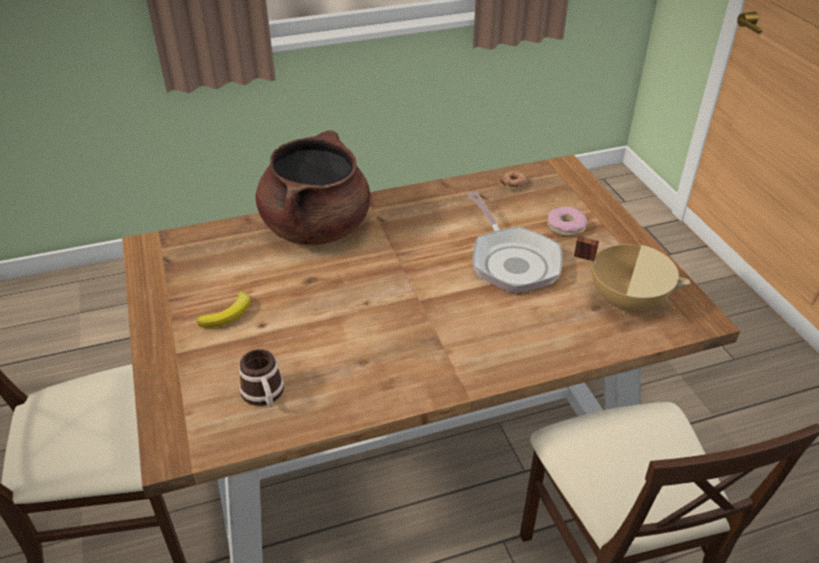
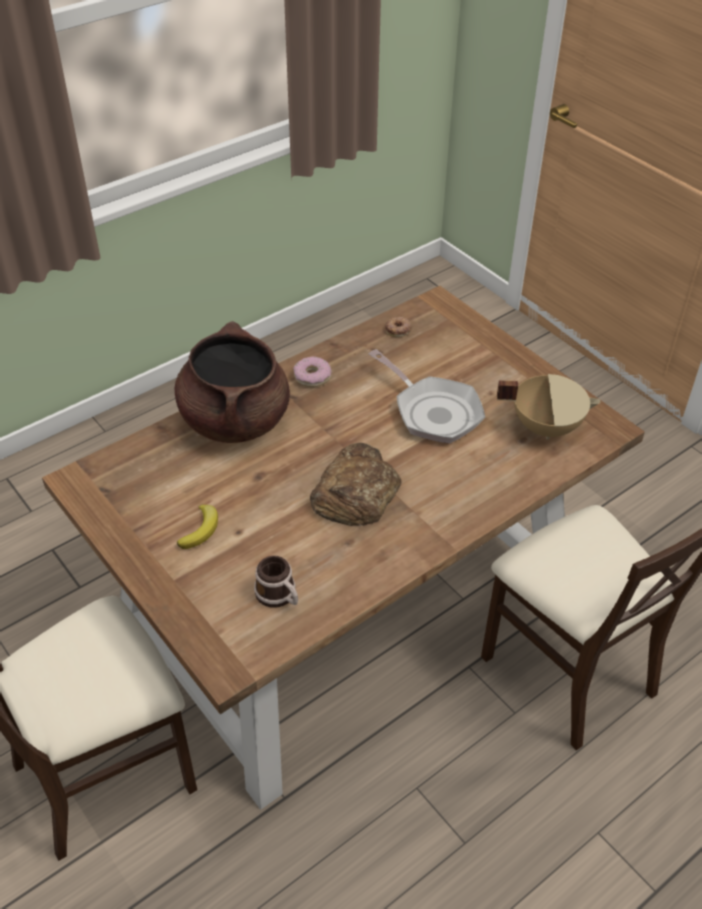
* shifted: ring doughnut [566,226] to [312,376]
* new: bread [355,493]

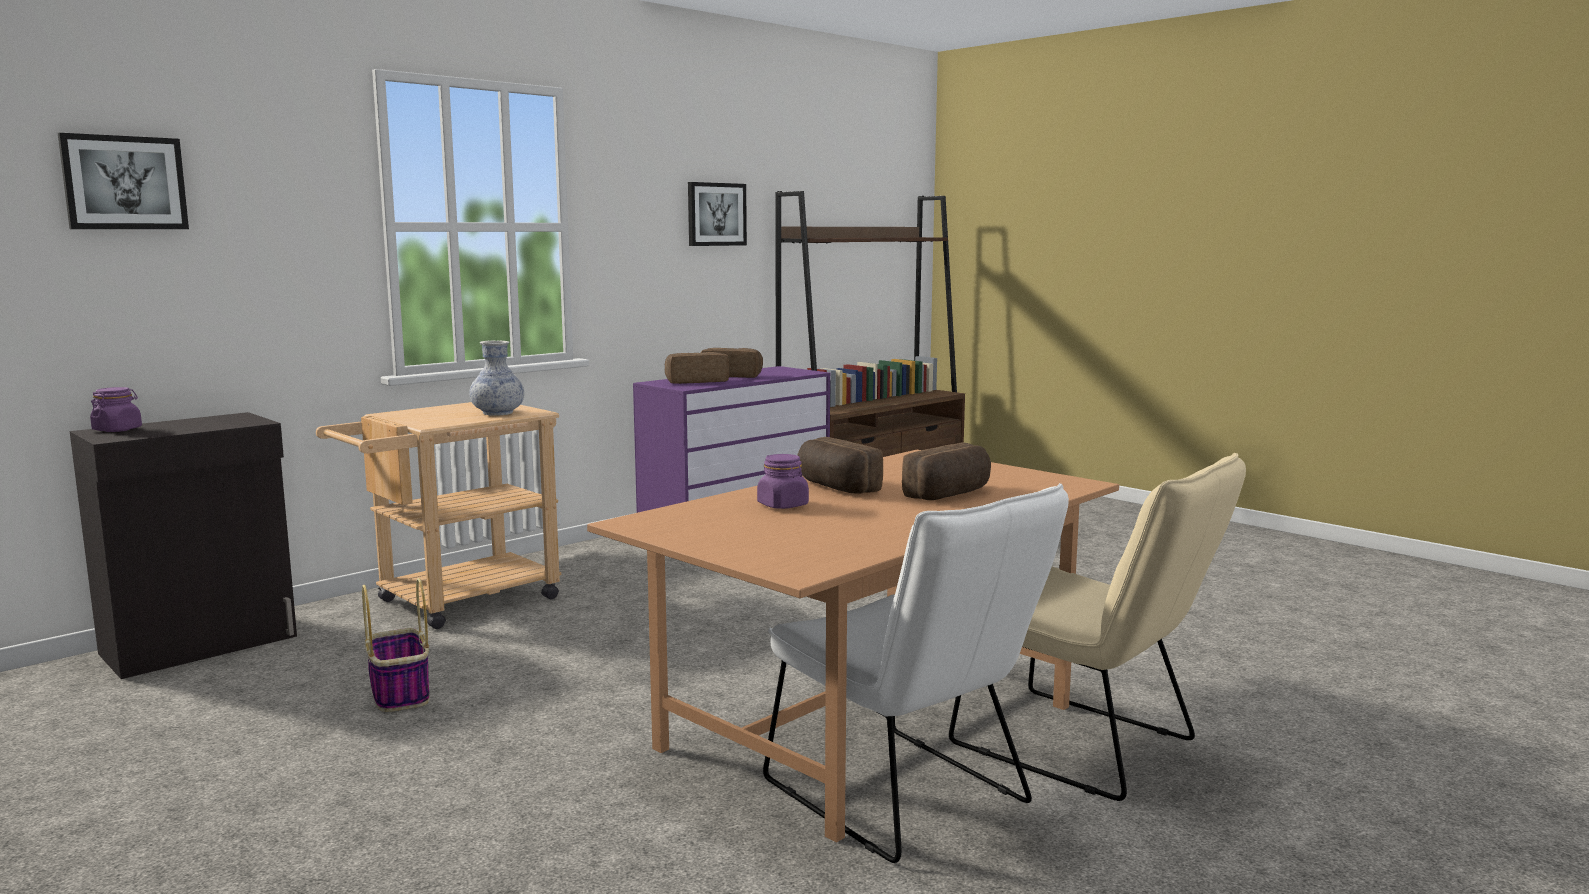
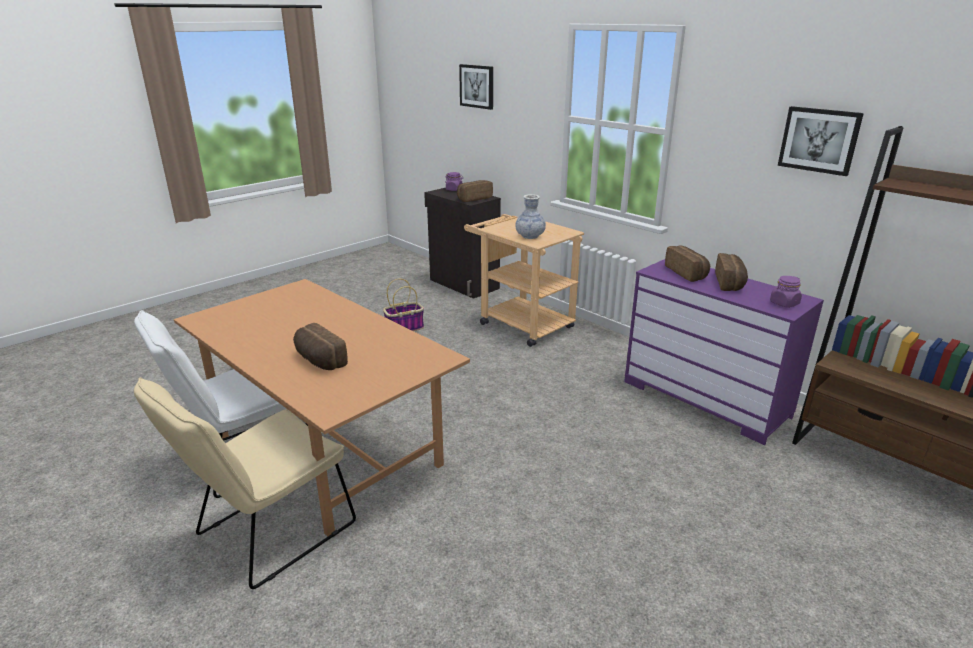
* shifted: bread [835,487] to [473,198]
* shifted: preserve jar in purplish [783,505] to [784,303]

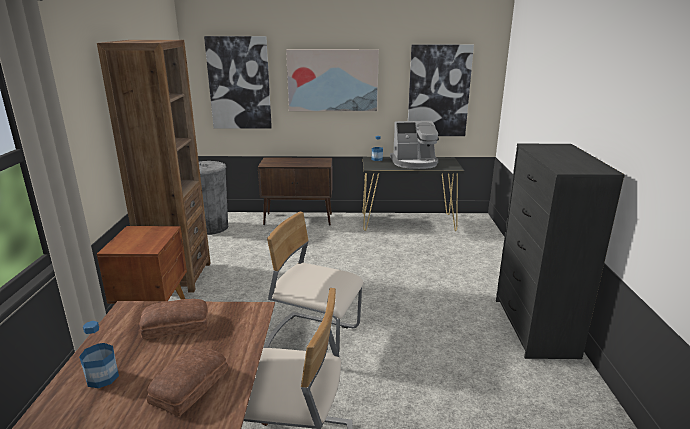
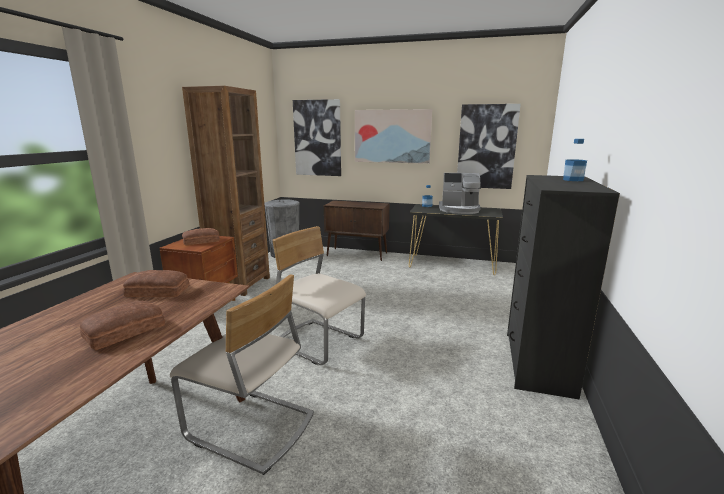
* shifted: bottle [102,377] to [573,180]
* new: bread [201,241]

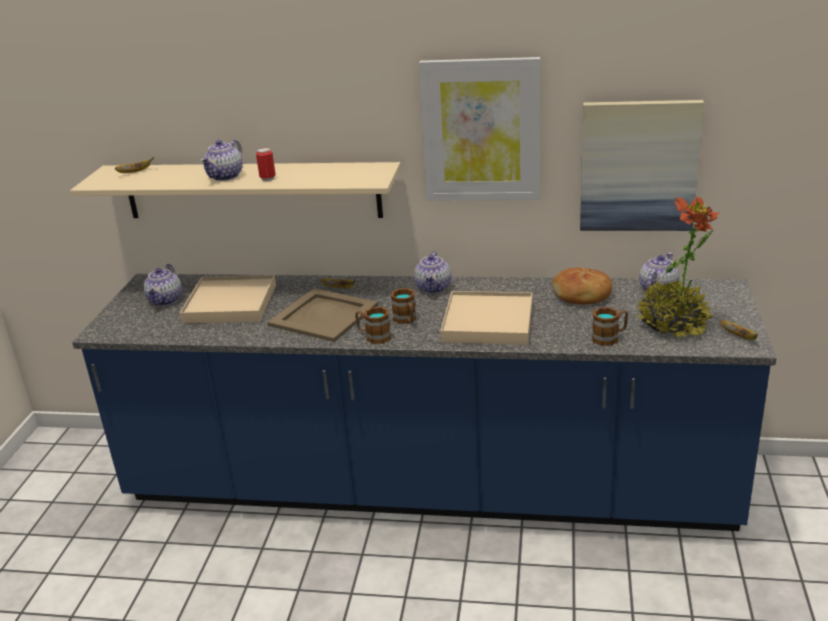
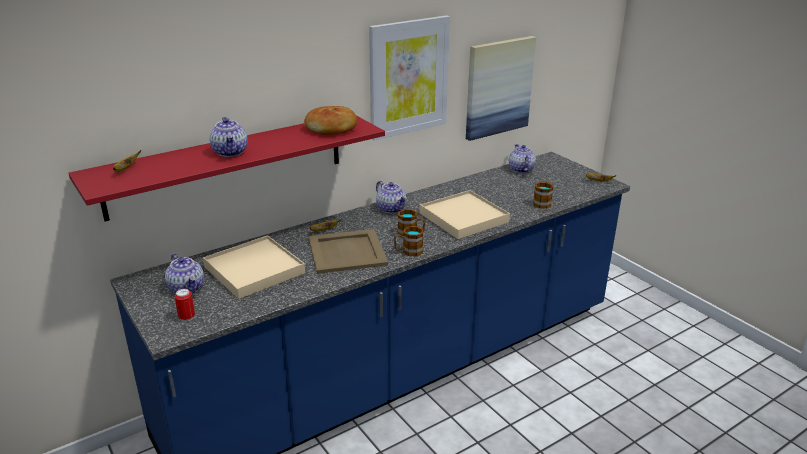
* shifted: sealed can [268,179] to [187,317]
* repainted: wall shelf in beige [251,190] to wall shelf in red-coloured [228,164]
* gone: houseplant [673,324]
* shifted: bread [582,295] to [332,129]

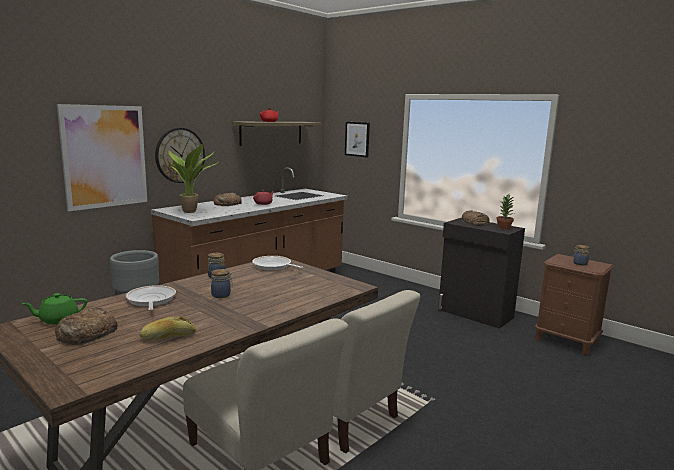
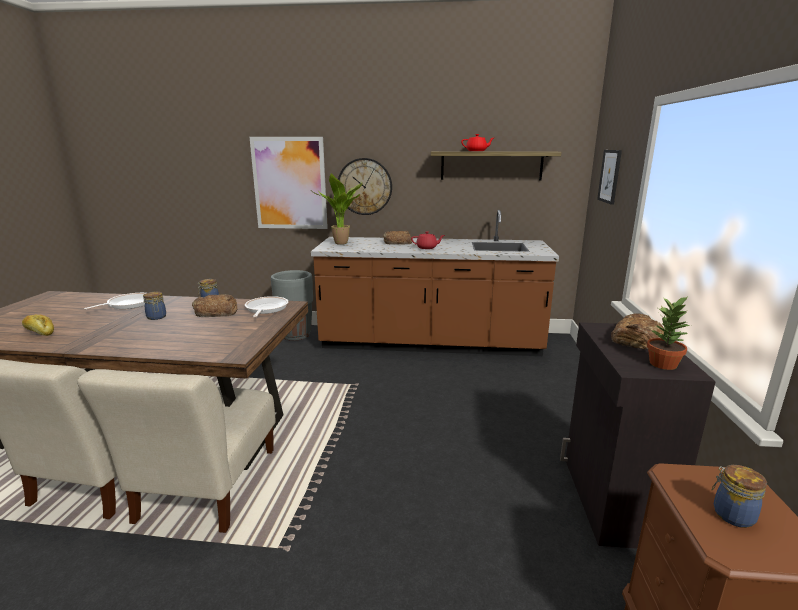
* gone: teapot in greenish [58,319]
* shifted: bread [86,333] to [216,311]

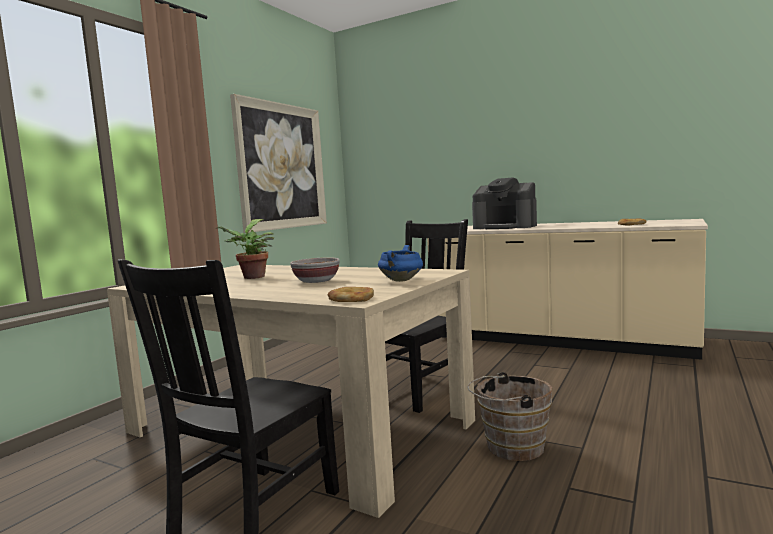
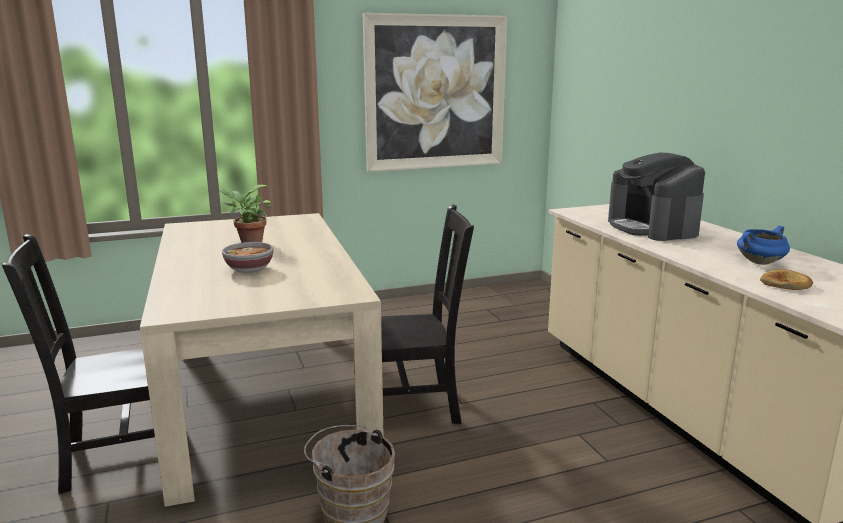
* shifted: saucepot in blue-coloured [401,280] to [760,263]
* gone: bread [351,299]

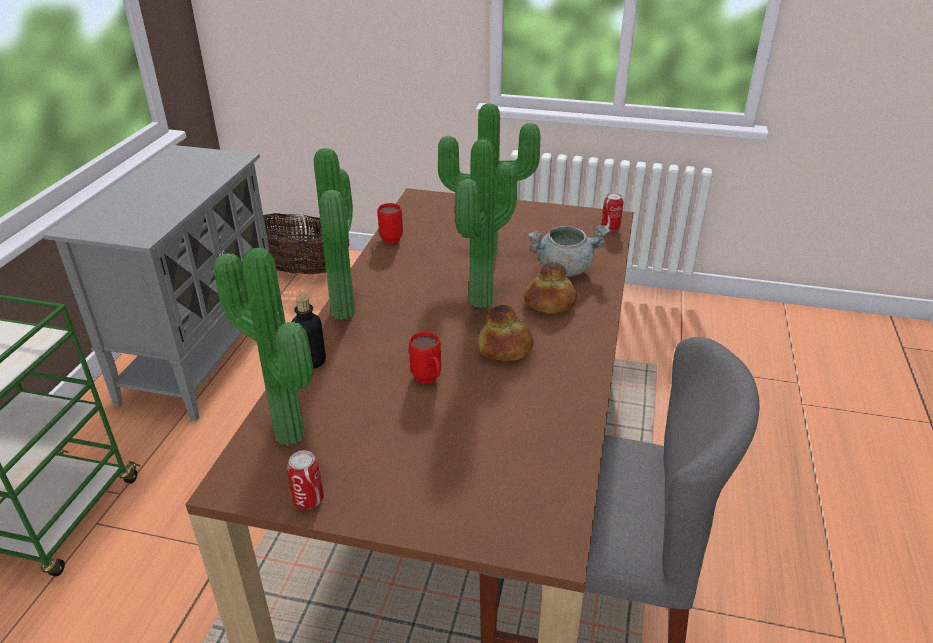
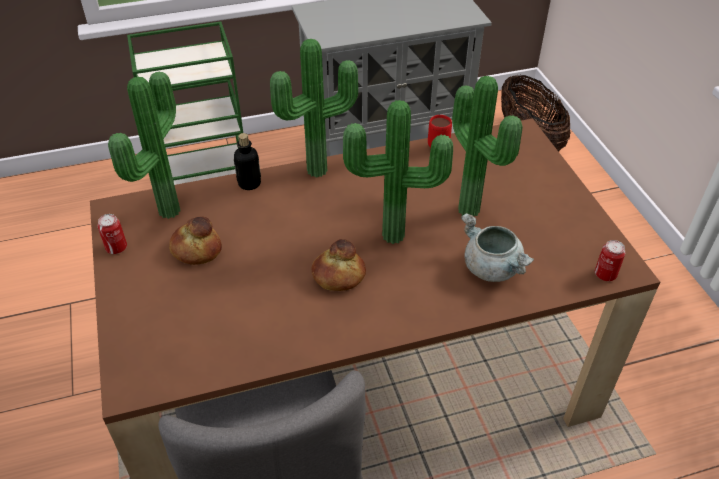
* shifted: bread [549,302] to [197,249]
* gone: coffee mug in red-coloured [429,381]

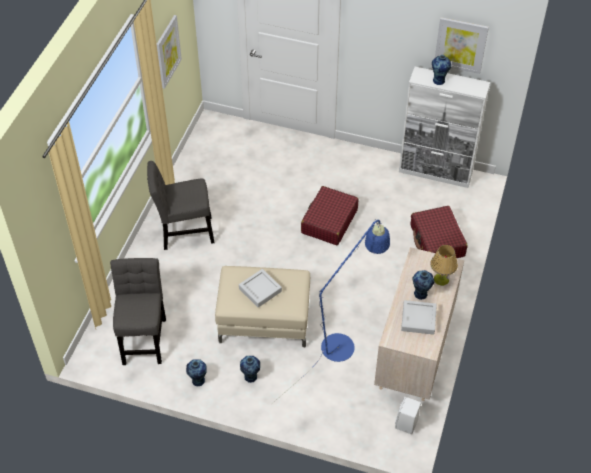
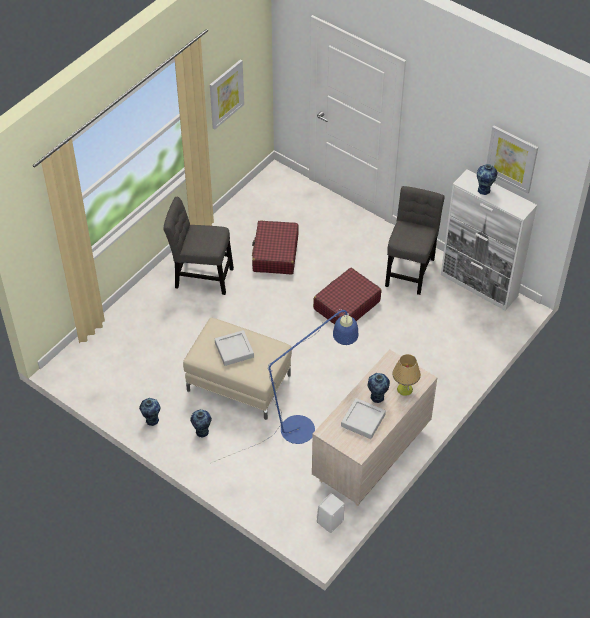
* shifted: travel case in red-coloured [437,241] to [275,254]
* shifted: chair in gray [144,338] to [410,269]

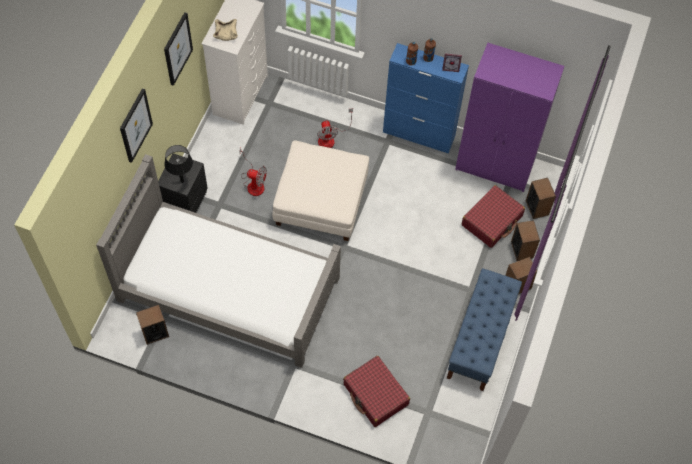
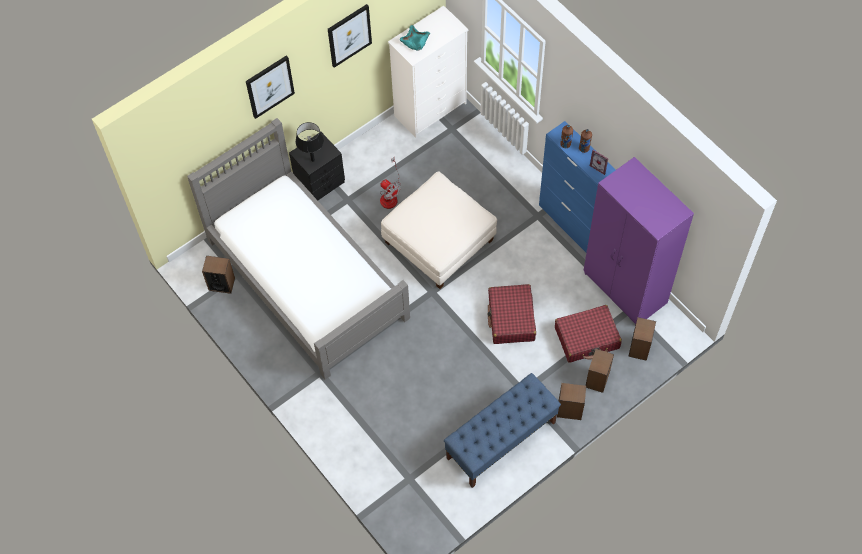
* repainted: serving bowl in beige [226,33] to serving bowl in turquoise [415,42]
* gone: fan [330,138]
* shifted: travel case in red-coloured [375,395] to [511,319]

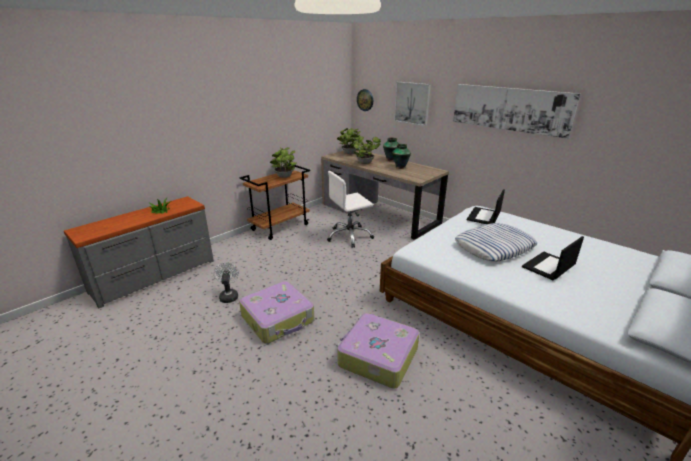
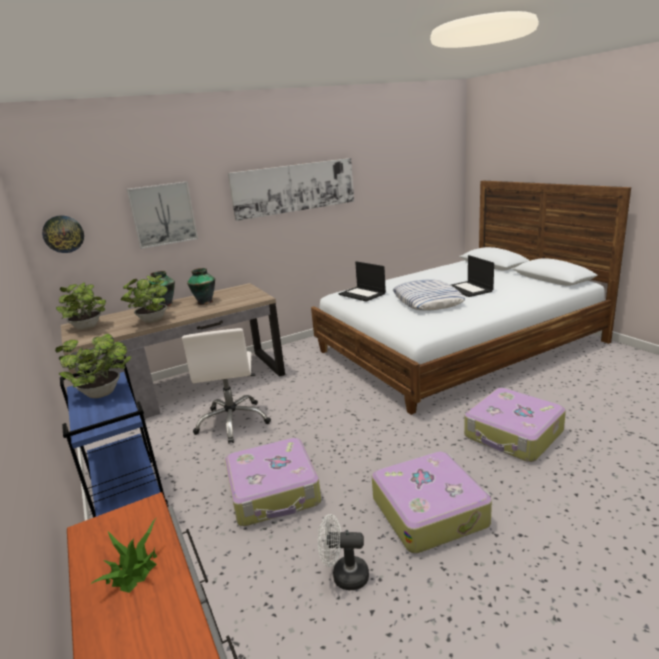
* repainted: wheeled cart in brown-coloured [280,227] to wheeled cart in blue-coloured [127,495]
* new: travel case [274,492]

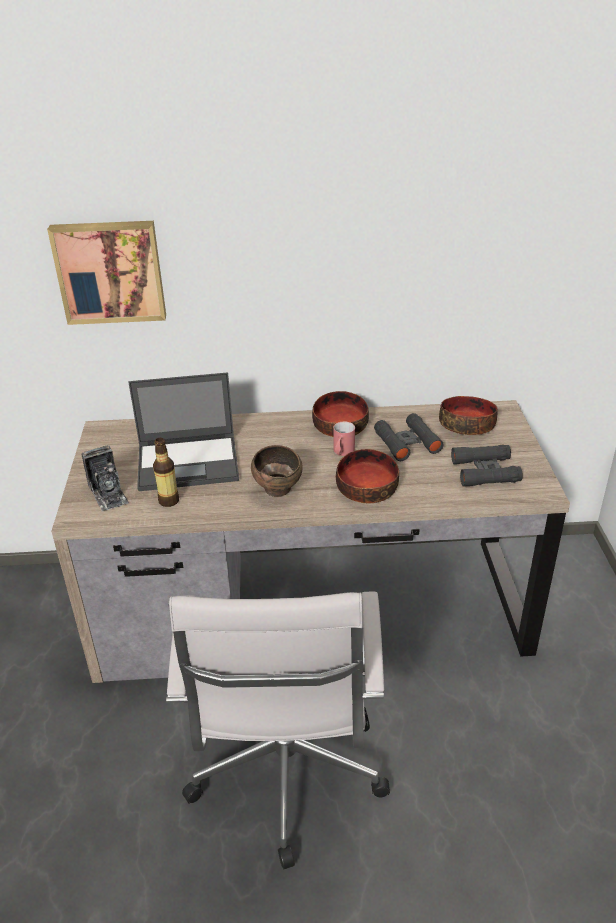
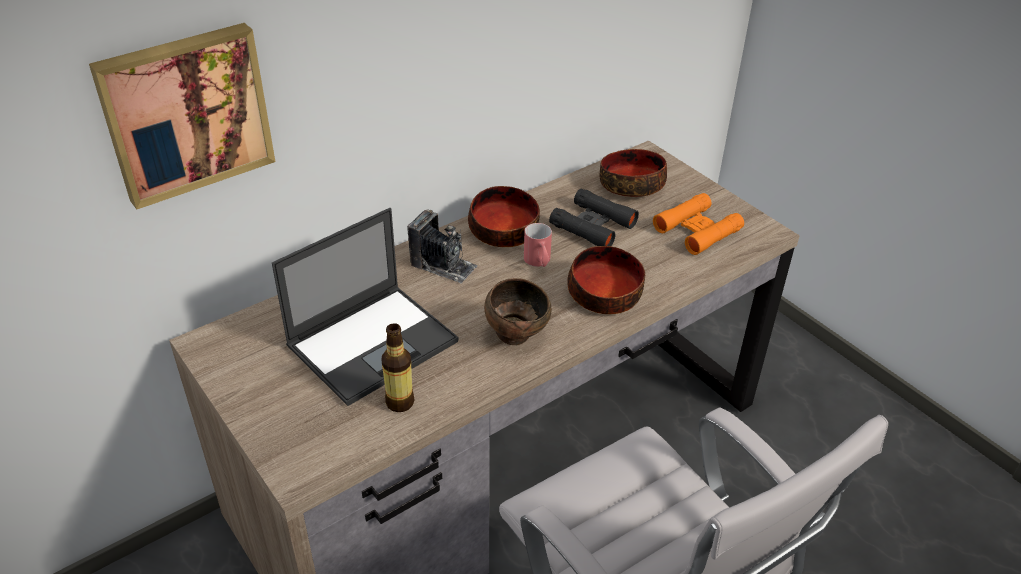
* shifted: still camera [108,494] to [443,265]
* repainted: binoculars in black-coloured [485,471] to binoculars in orange-coloured [697,230]

